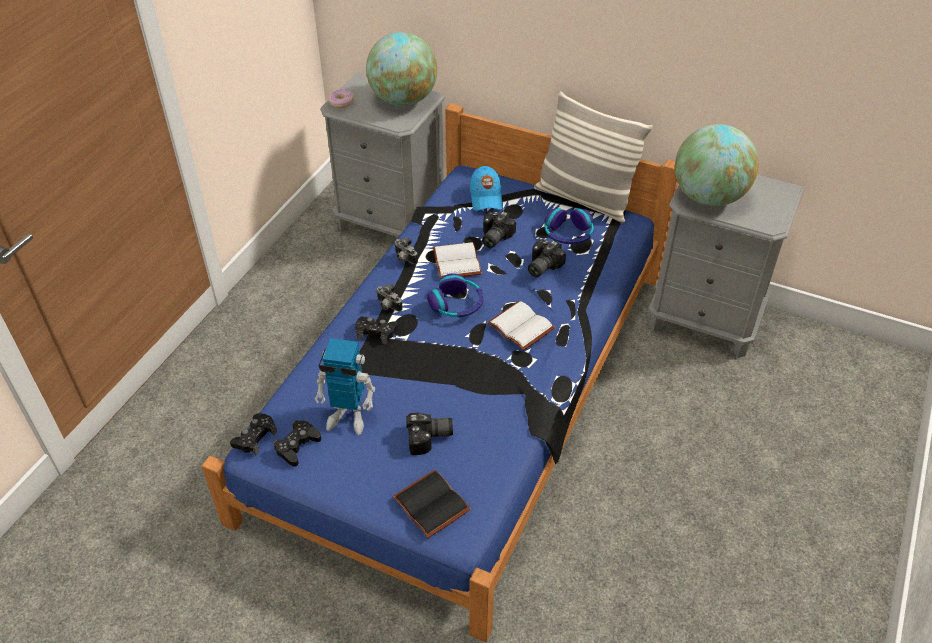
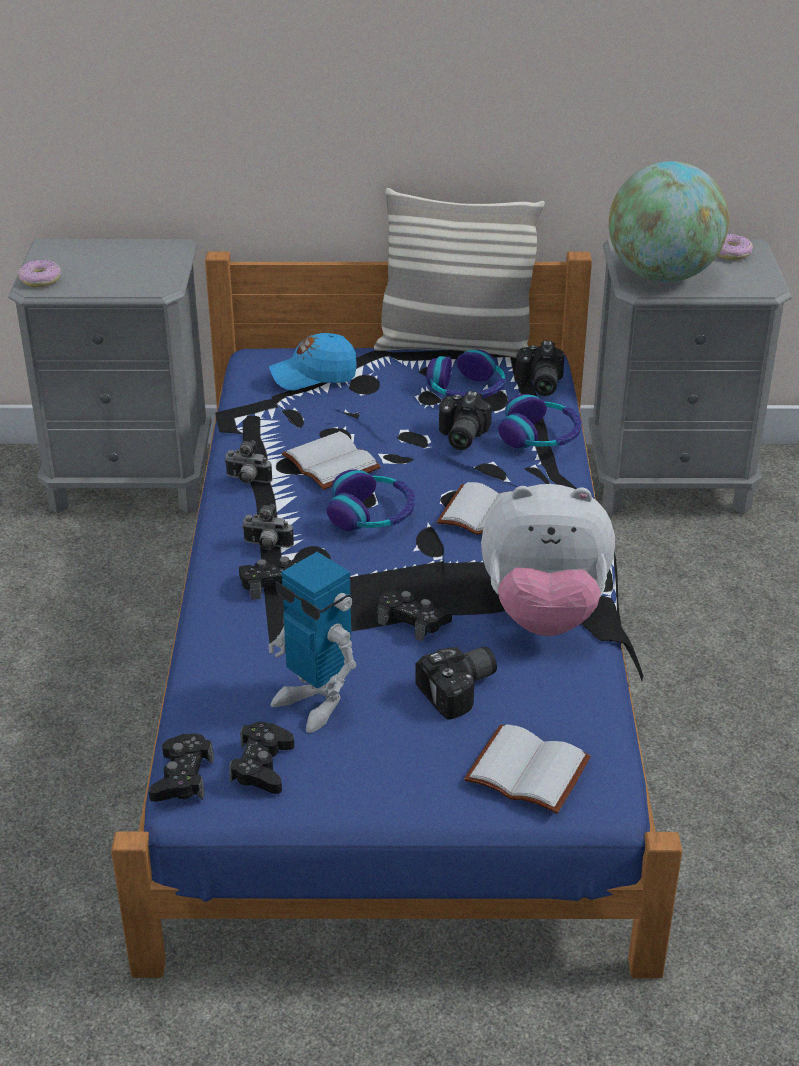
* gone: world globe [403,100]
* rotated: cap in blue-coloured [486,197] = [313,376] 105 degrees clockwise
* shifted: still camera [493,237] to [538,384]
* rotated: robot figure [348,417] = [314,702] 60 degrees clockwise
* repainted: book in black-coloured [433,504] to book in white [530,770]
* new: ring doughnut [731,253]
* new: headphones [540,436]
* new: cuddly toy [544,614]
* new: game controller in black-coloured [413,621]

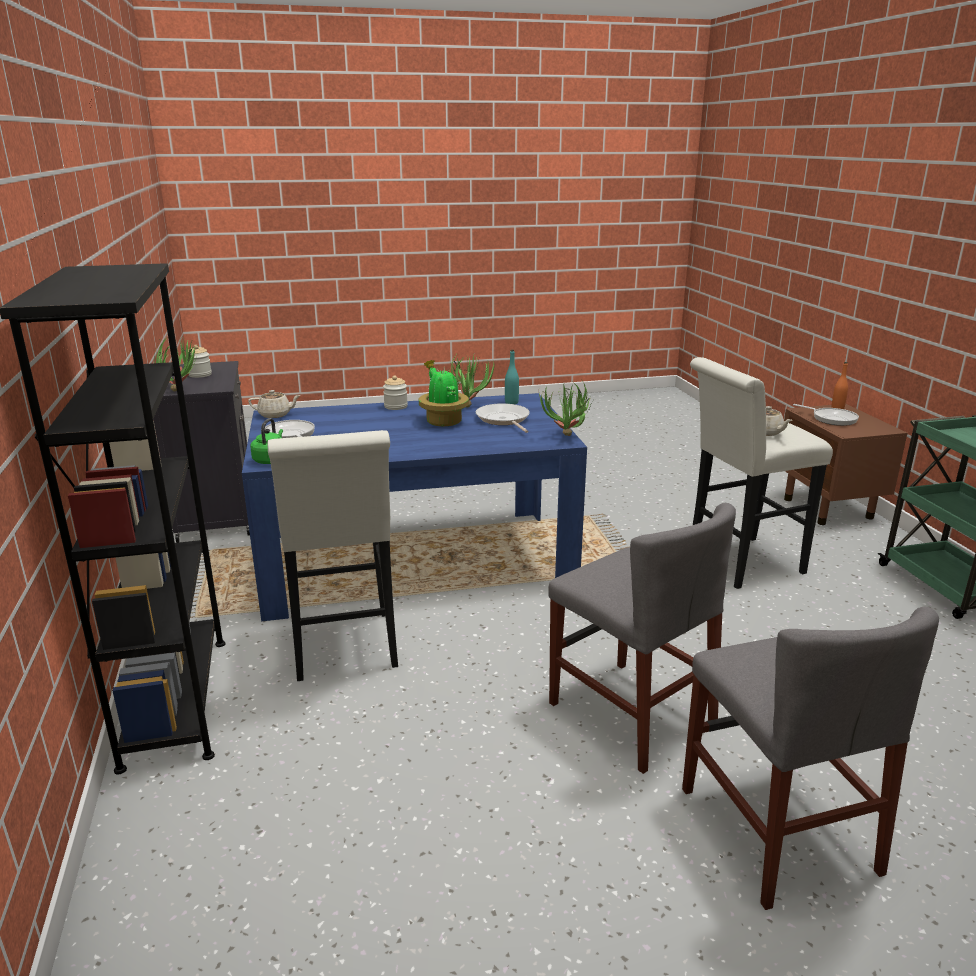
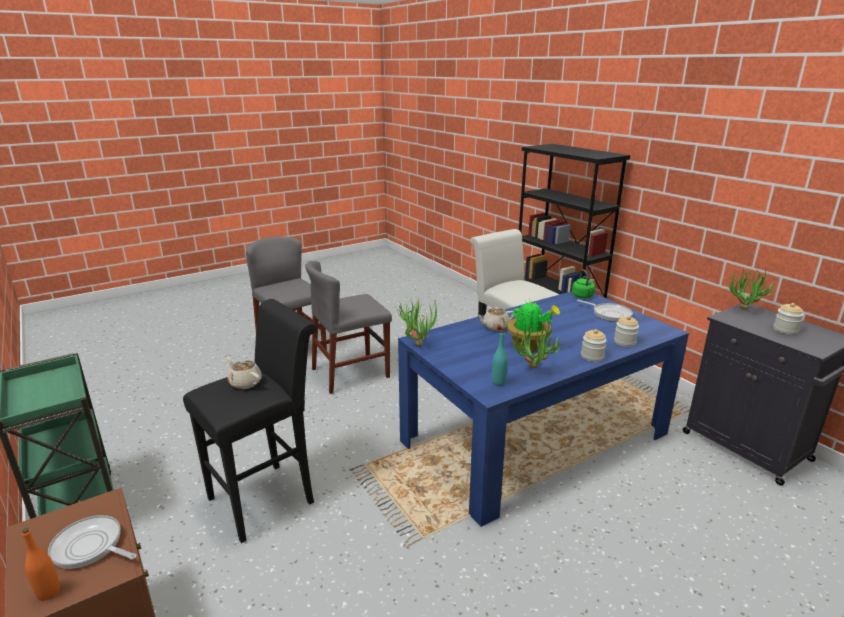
* repainted: sitting stool in white [738,564] to sitting stool in black-coloured [268,497]
* shifted: teapot in beige [275,415] to [495,327]
* gone: frying pan [503,420]
* rotated: chair in gray [630,713] = [350,373] 60 degrees counterclockwise
* new: preserve jar [624,342]

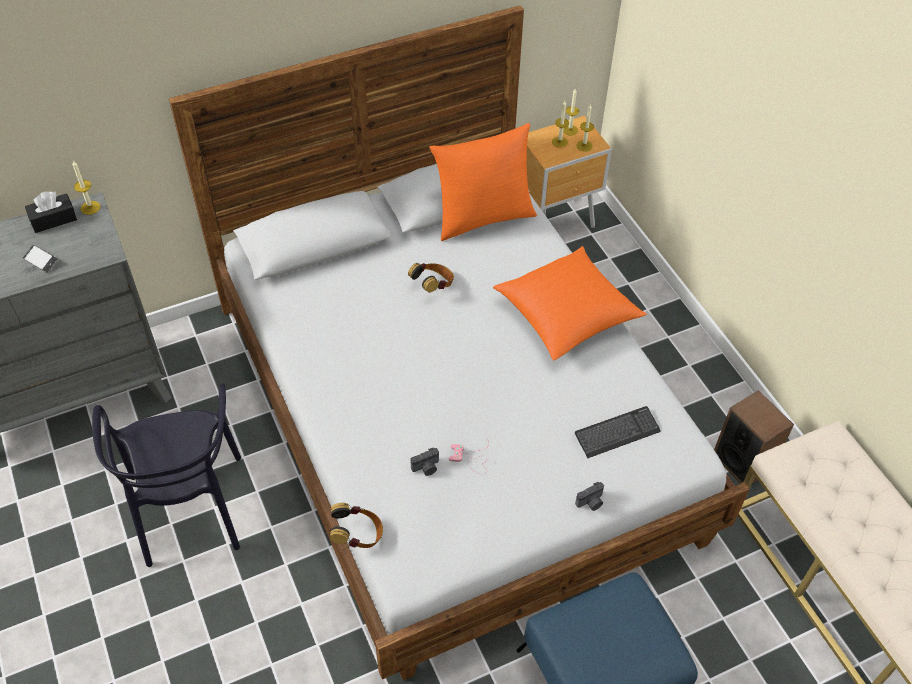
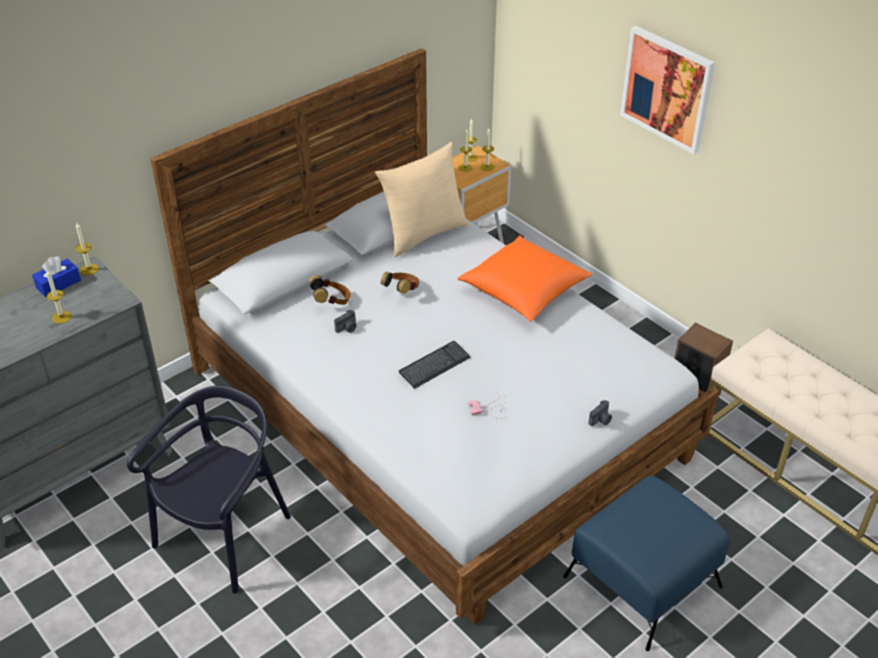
* repainted: throw pillow in orange-coloured [483,217] to throw pillow in beige [424,234]
* repainted: tissue holder in black-coloured [53,219] to tissue holder in blue-coloured [58,284]
* swapped: phone [41,261] to wax candle [61,317]
* rotated: chair in black-coloured [189,508] = [225,536] 120 degrees counterclockwise
* shifted: computer keyboard [617,433] to [434,366]
* shifted: still camera [426,468] to [347,328]
* shifted: headphones [358,535] to [331,302]
* new: wall art [667,89]

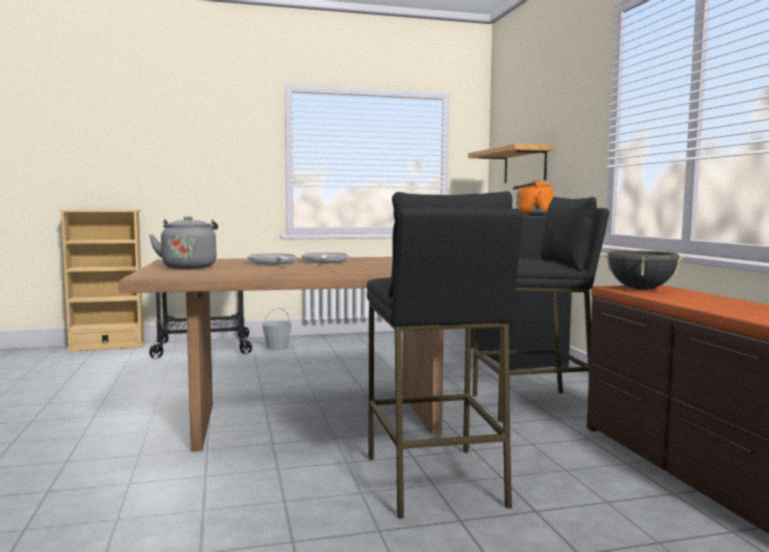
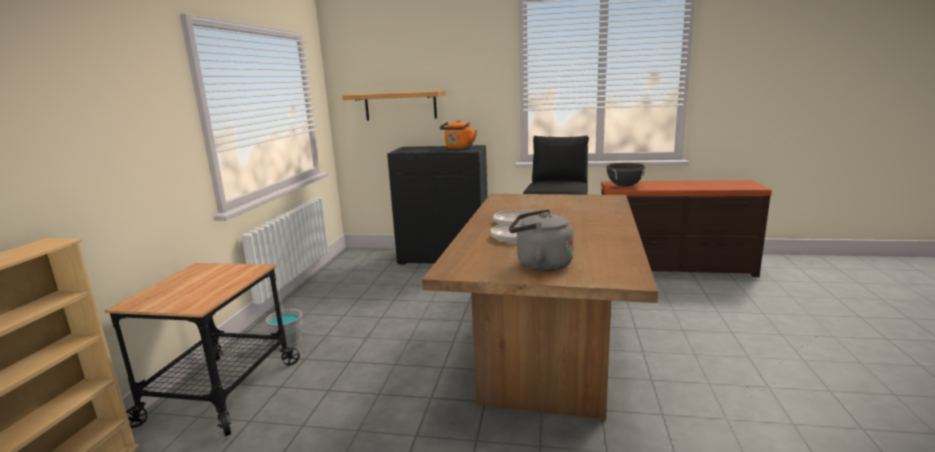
* gone: sitting stool in black-coloured [434,481]

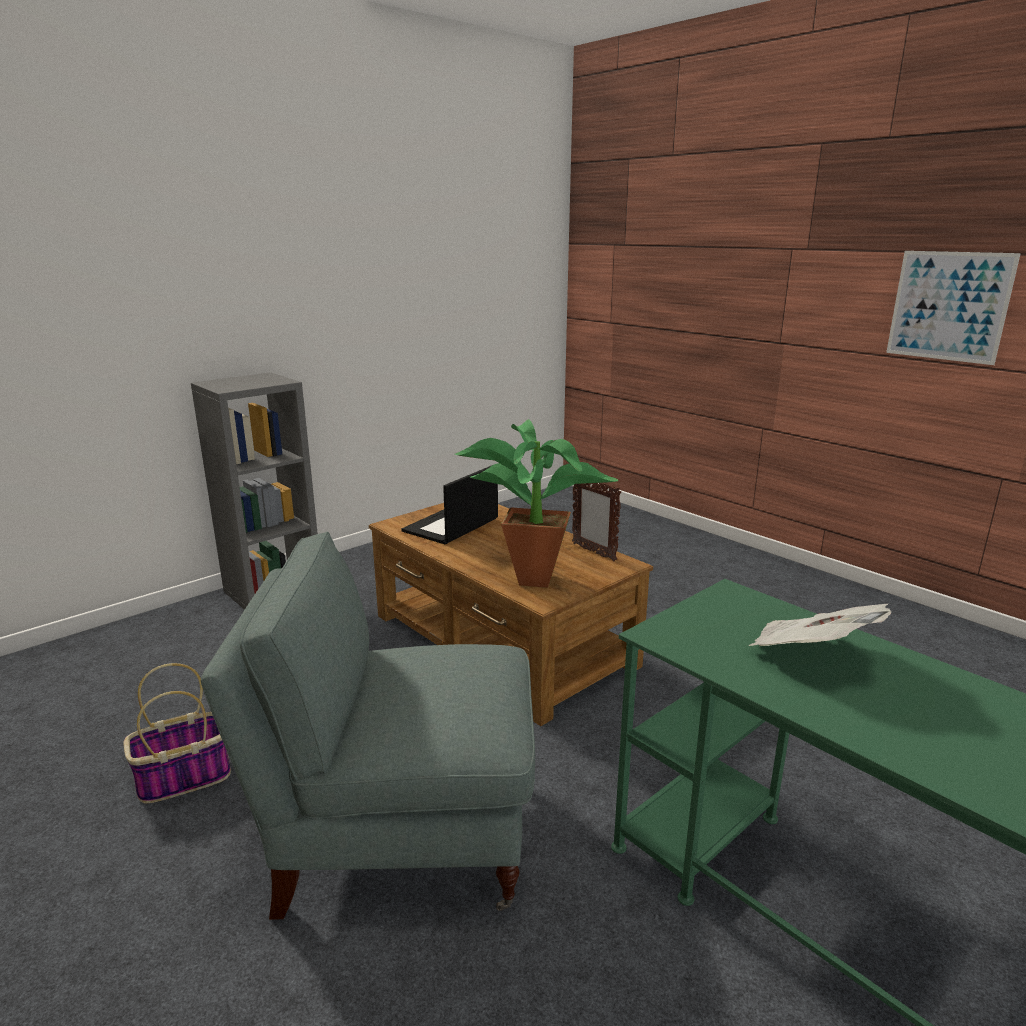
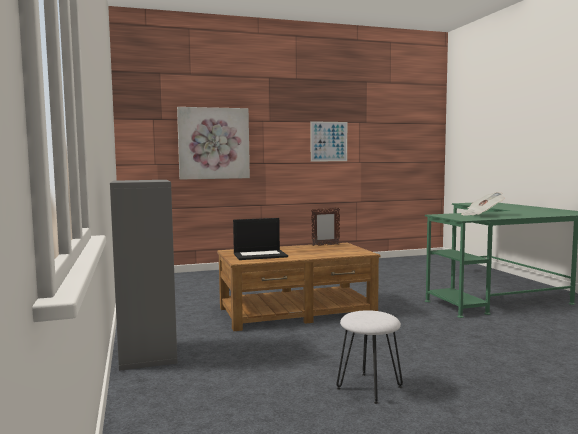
* gone: houseplant [528,577]
* rotated: notebook computer [451,526] = [260,255] 75 degrees counterclockwise
* gone: easy chair in gray [401,836]
* swapped: household basket [182,778] to sitting stool in white [370,388]
* new: wall art [214,143]

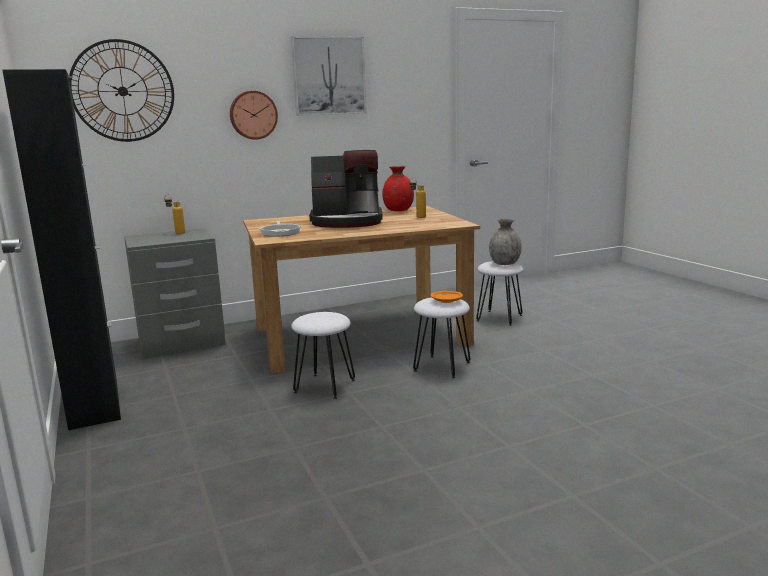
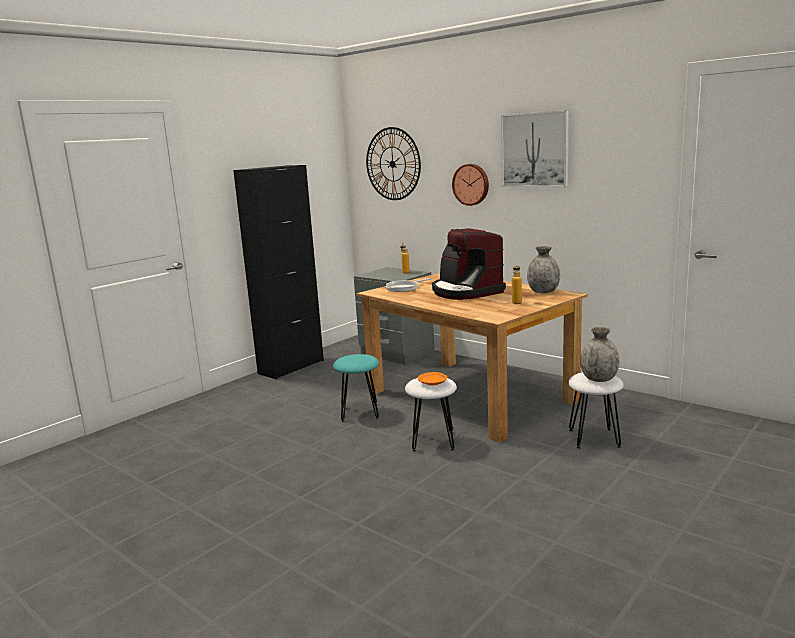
* repainted: decorative vase in red-coloured [398,210] to decorative vase in gray [543,292]
* repainted: sitting stool in white [324,386] to sitting stool in turquoise [359,412]

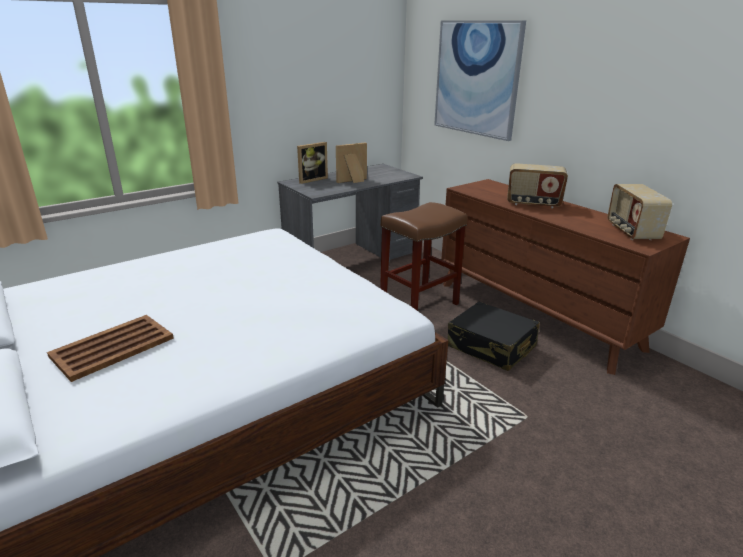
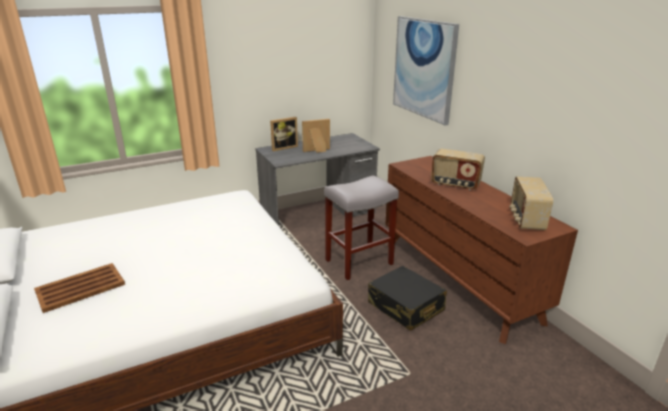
* repainted: sitting stool in brown-coloured [419,305] to sitting stool in gray [358,262]

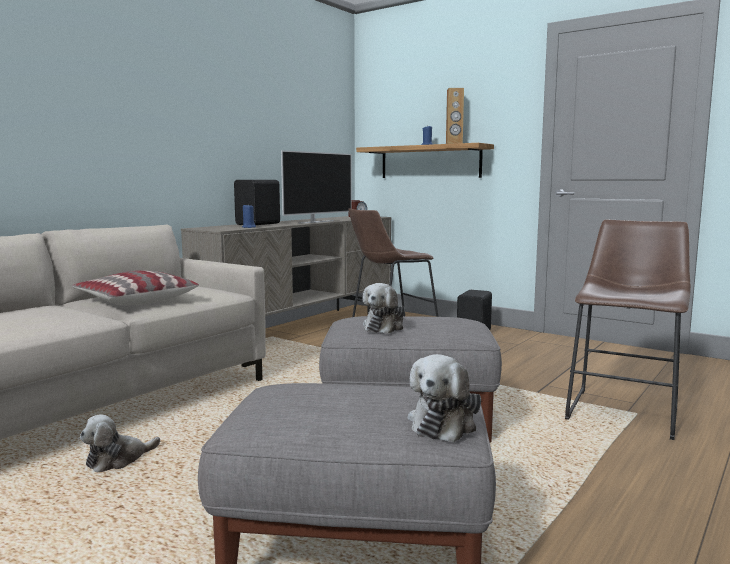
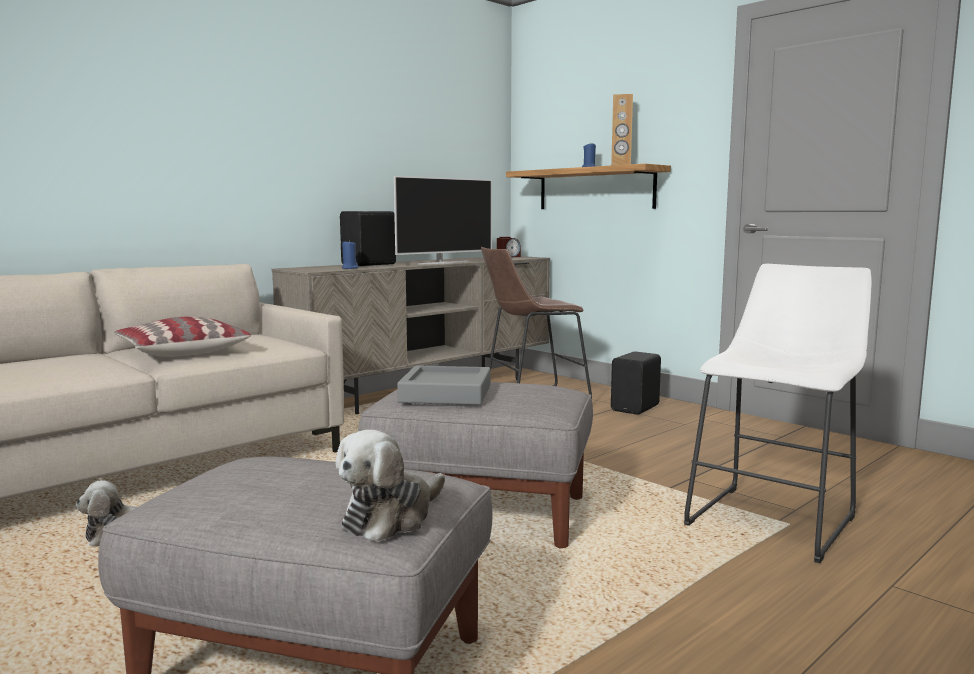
* repainted: sitting stool in brown-coloured [624,410] to sitting stool in white [775,518]
* swapped: cuddly toy [385,327] to serving tray in gray [446,394]

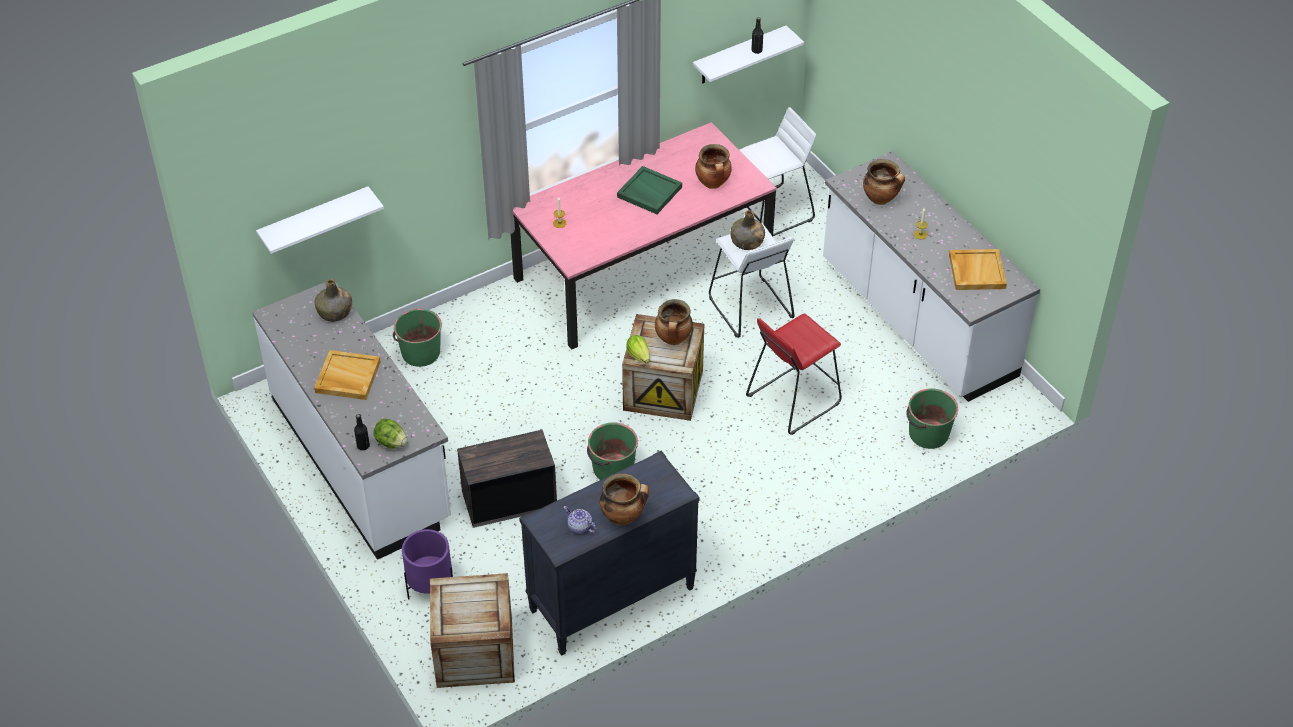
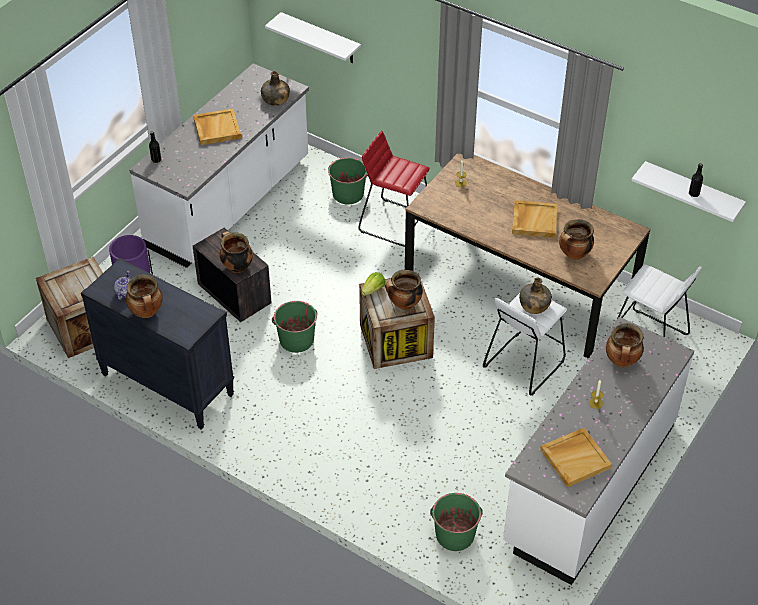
* repainted: dining table in pinkish [643,269] to dining table in brown-coloured [521,282]
* repainted: serving tray in greenish [649,192] to serving tray in beige [534,220]
* shifted: sitting stool in red-coloured [793,399] to [396,223]
* gone: lettuce [391,443]
* new: saucepot [236,266]

